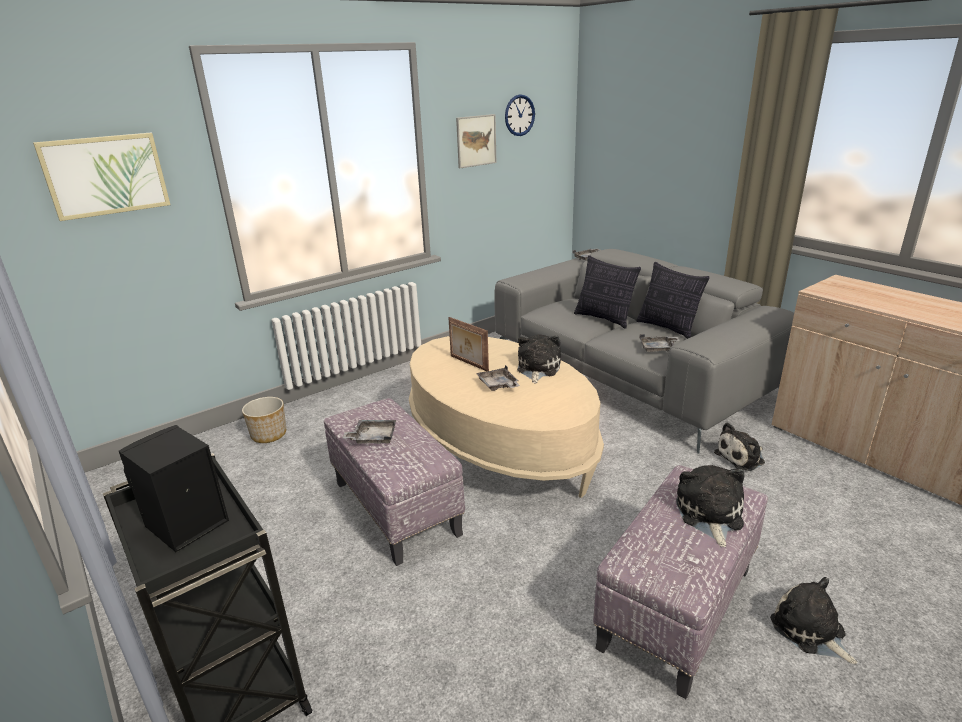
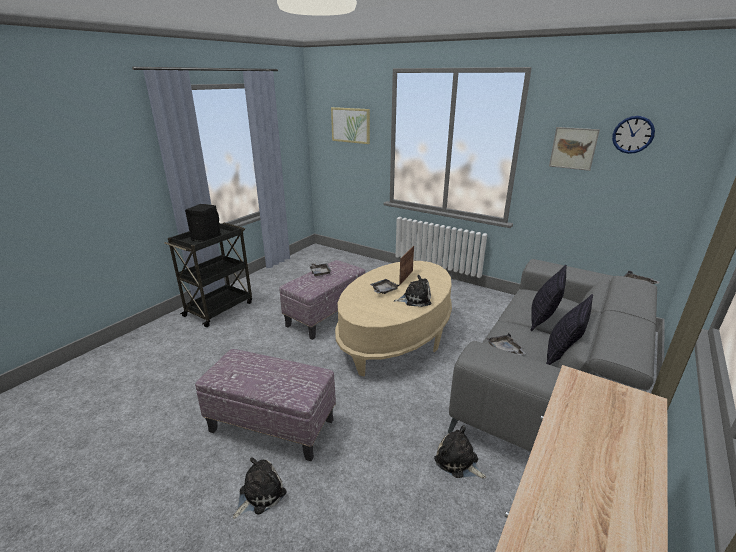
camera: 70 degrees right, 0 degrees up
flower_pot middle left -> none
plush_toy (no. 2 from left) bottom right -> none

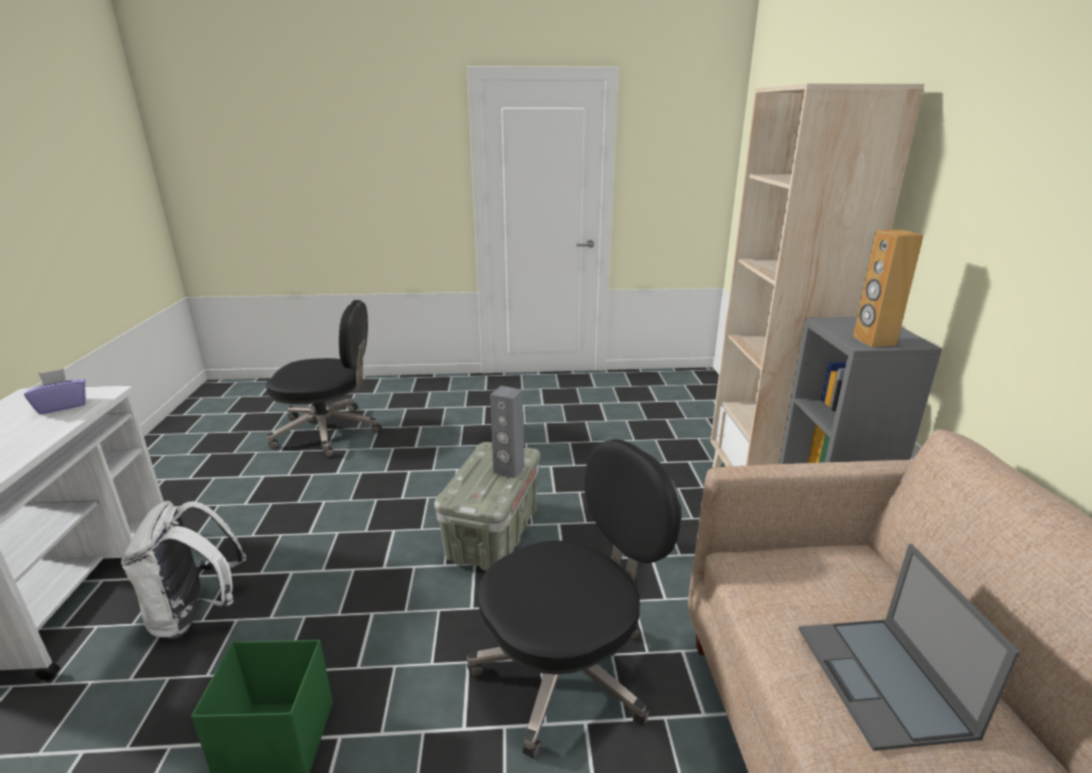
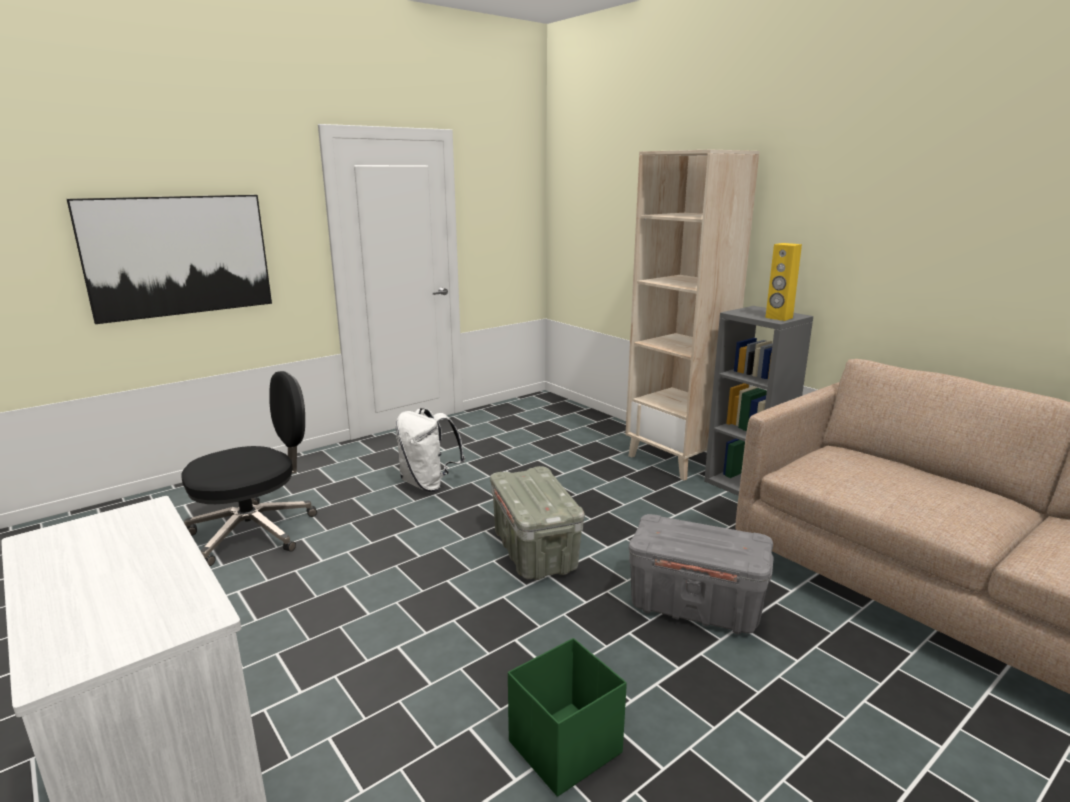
camera: 35 degrees left, 5 degrees down
purple_tissue_holder middle left -> none
grey_loudspeaker centre -> none
portable_computer bottom right -> none
none -> picture top left
white-coloured_backpack bottom left -> white-coloured_backpack centre, relocated
black-coloured_computer_chair (no. 2 from left) bottom centre -> grey_storage_container (no. 2 from left) bottom centre
brown-coloured_loudspeaker middle right -> yellow-coloured_loudspeaker middle right

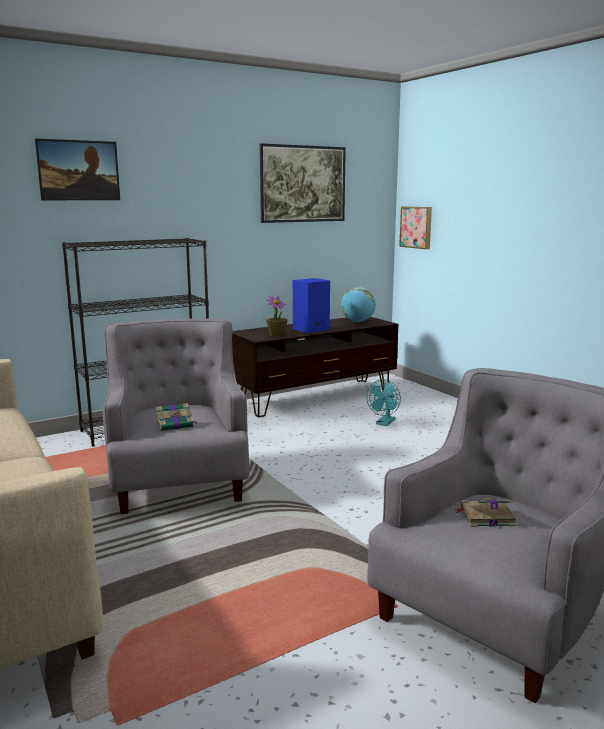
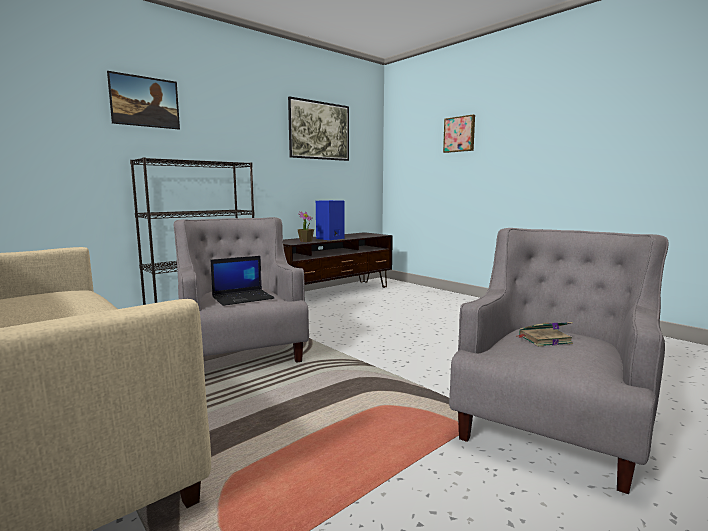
camera: 10 degrees left, 5 degrees down
desk_globe centre -> none
turquoise_fan centre -> none
picture (no. 3 from left) top right -> picture (no. 3 from left) top centre, relocated
volume (no. 1 from left) middle left -> portable_computer centre

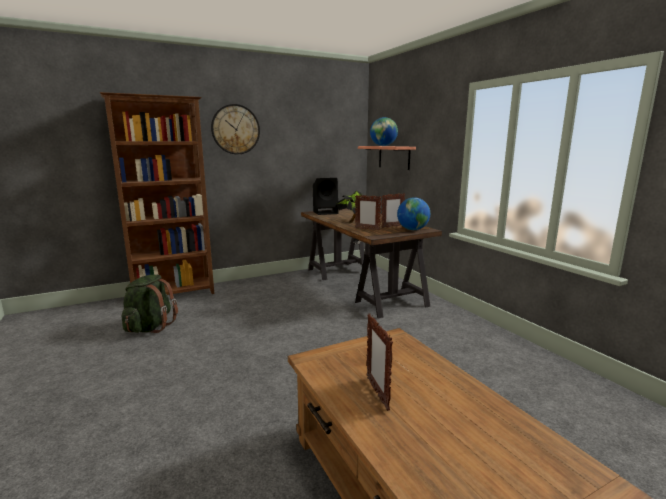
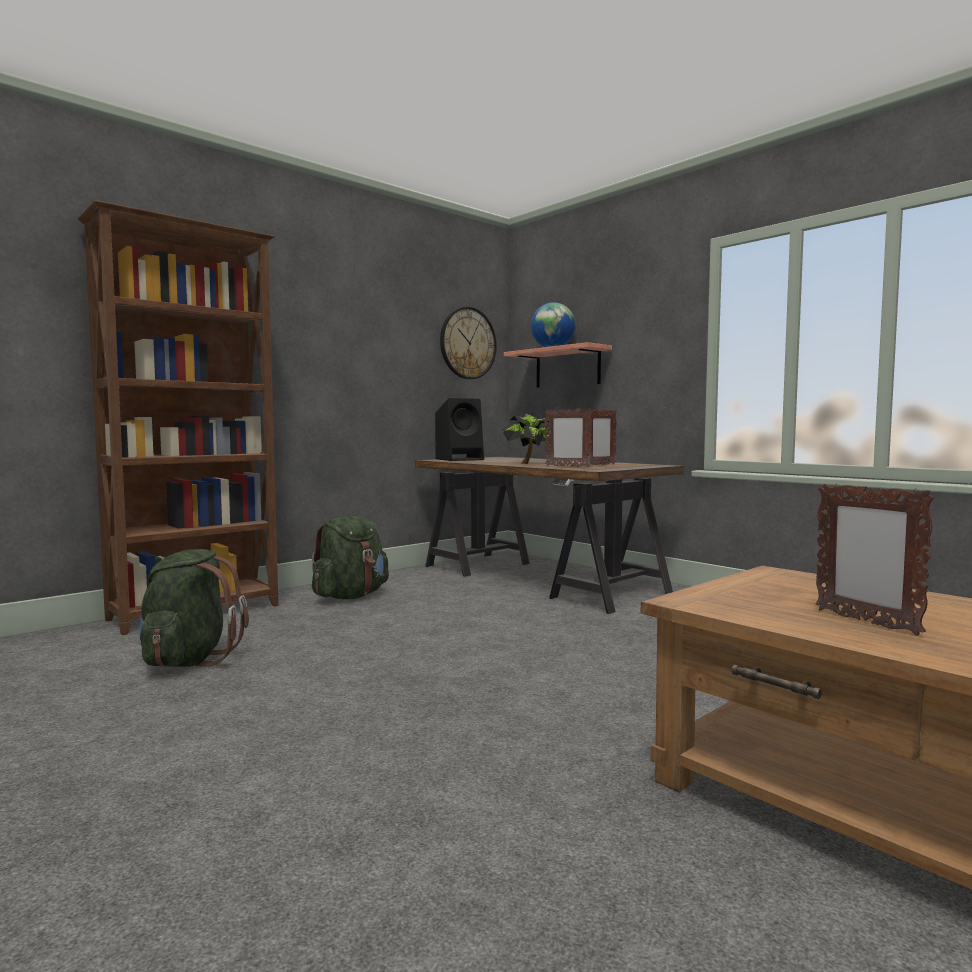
camera: 15 degrees left, 10 degrees down
desk_globe (no. 2 from left) centre -> none
none -> green_backpack (no. 2 from left) centre
wall_clock top centre -> wall_clock centre, relocated

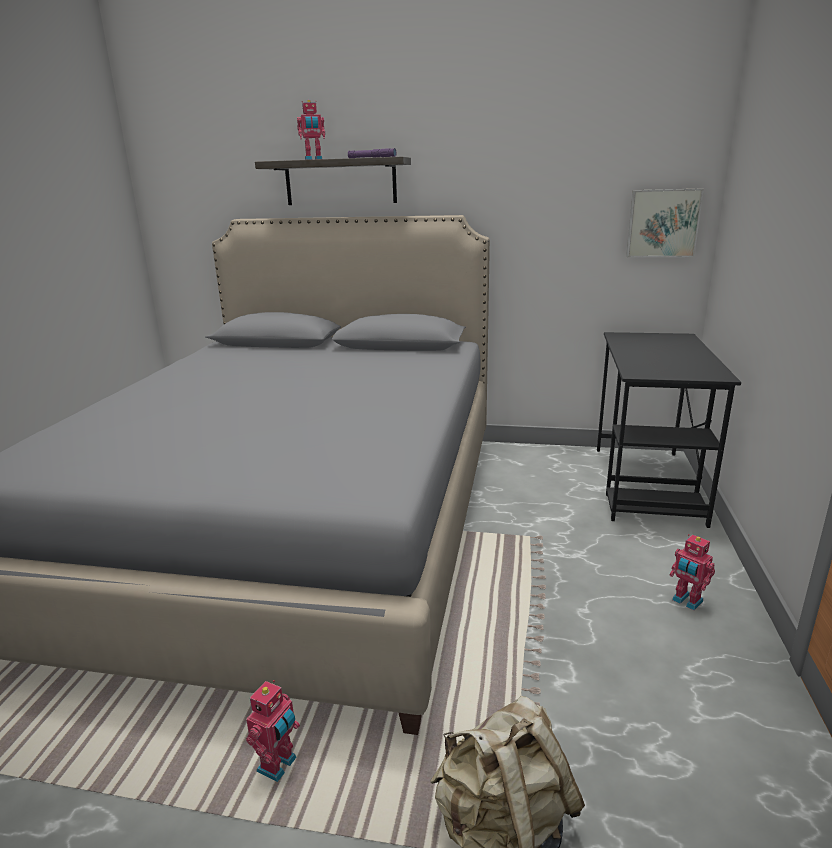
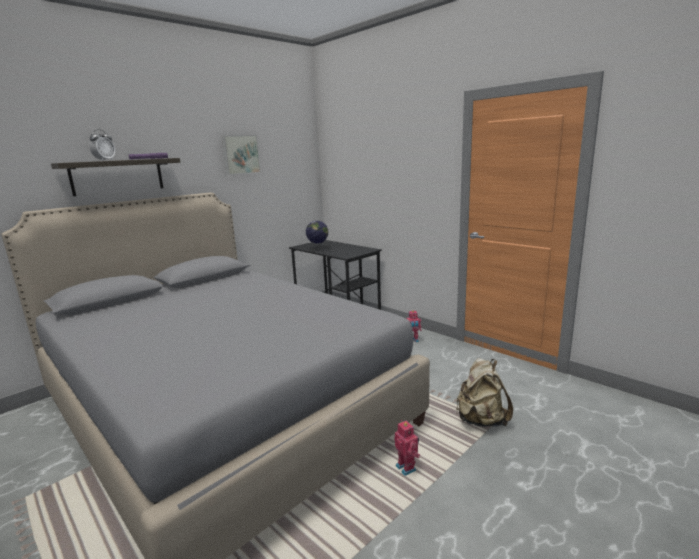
camera: 55 degrees left, 5 degrees down
none -> desk_globe centre
picture top right -> picture top centre, relocated
robot_figure (no. 2 from left) top centre -> table_clock top left

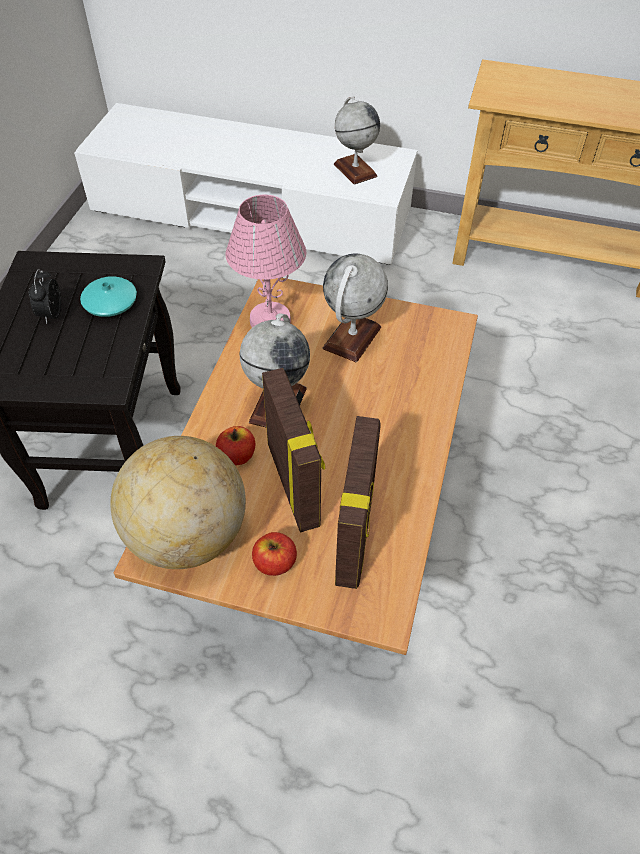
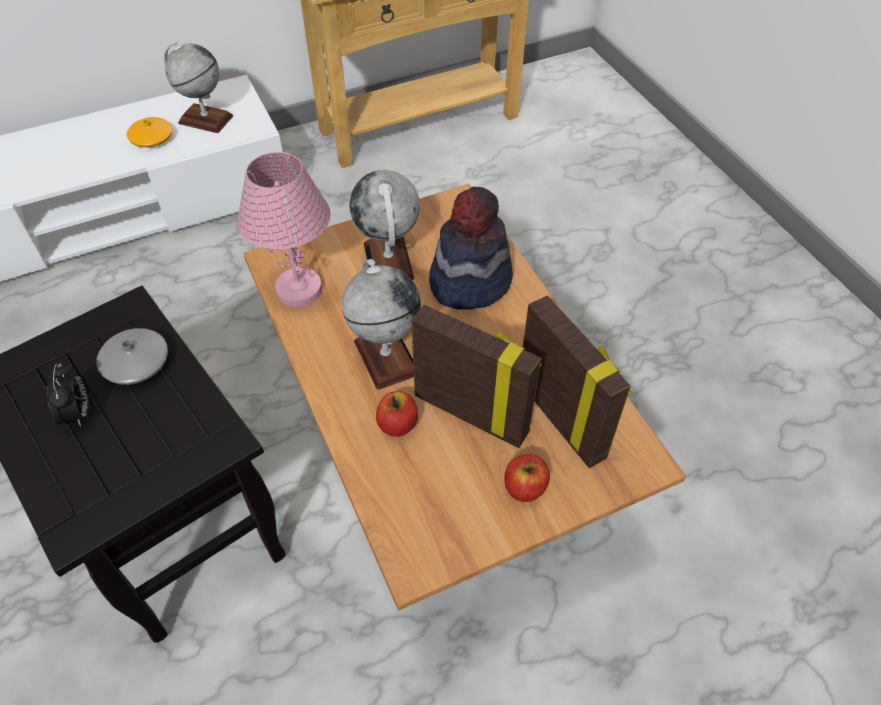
camera: 40 degrees left, 0 degrees up
desk_globe (no. 1 from left) middle left -> none
none -> orange-coloured_flower_vase top left
none -> hat centre
turquoise_flower_vase middle left -> grey_flower_vase middle left
table_clock middle left, 150 degrees counterclockwise

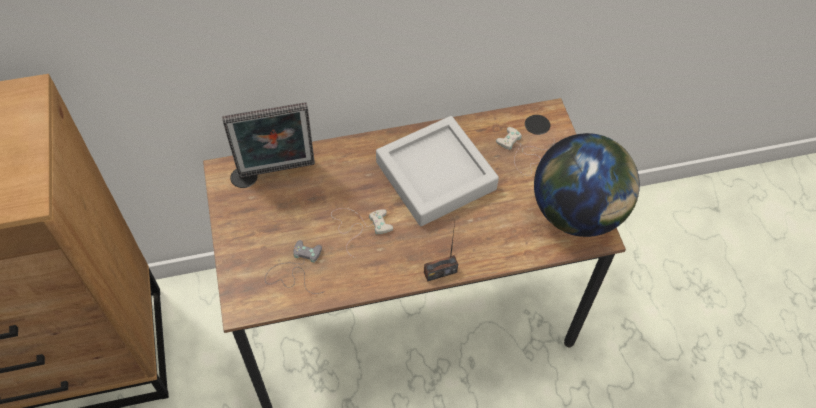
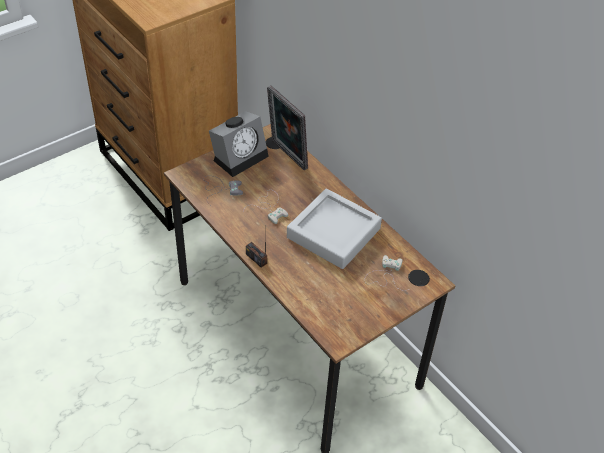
camera: 65 degrees right, 10 degrees down
desk_globe middle right -> none
none -> table_clock top centre

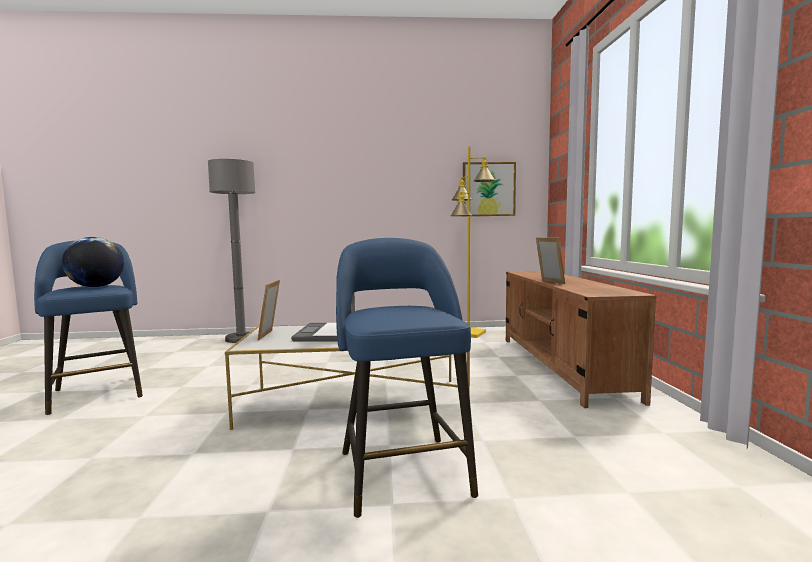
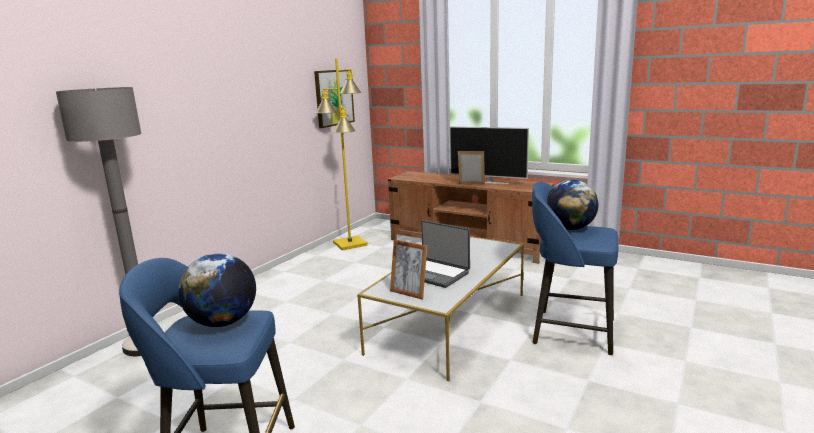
camera: 55 degrees left, 10 degrees up
none -> TV centre
none -> desk_globe (no. 2 from left) middle right

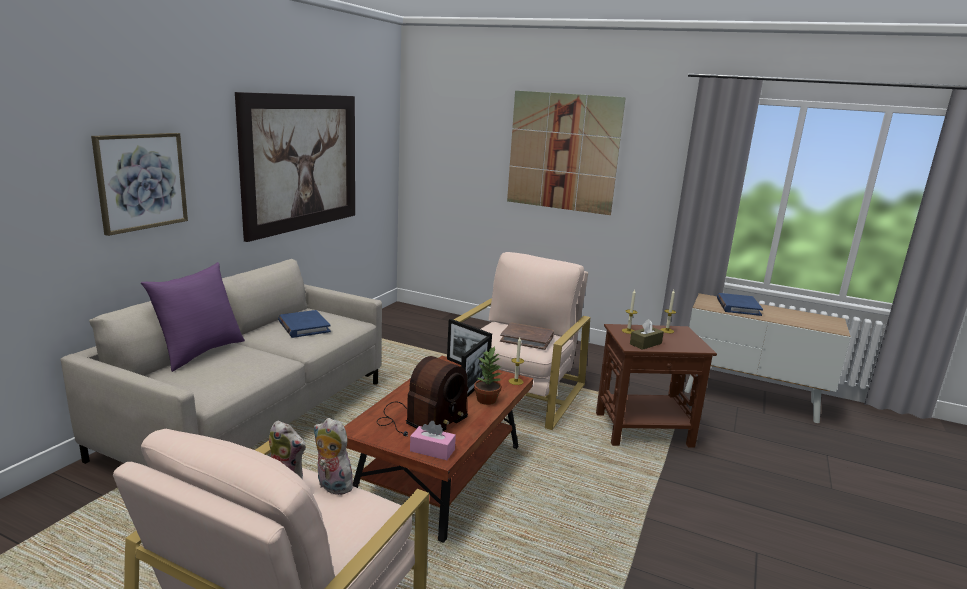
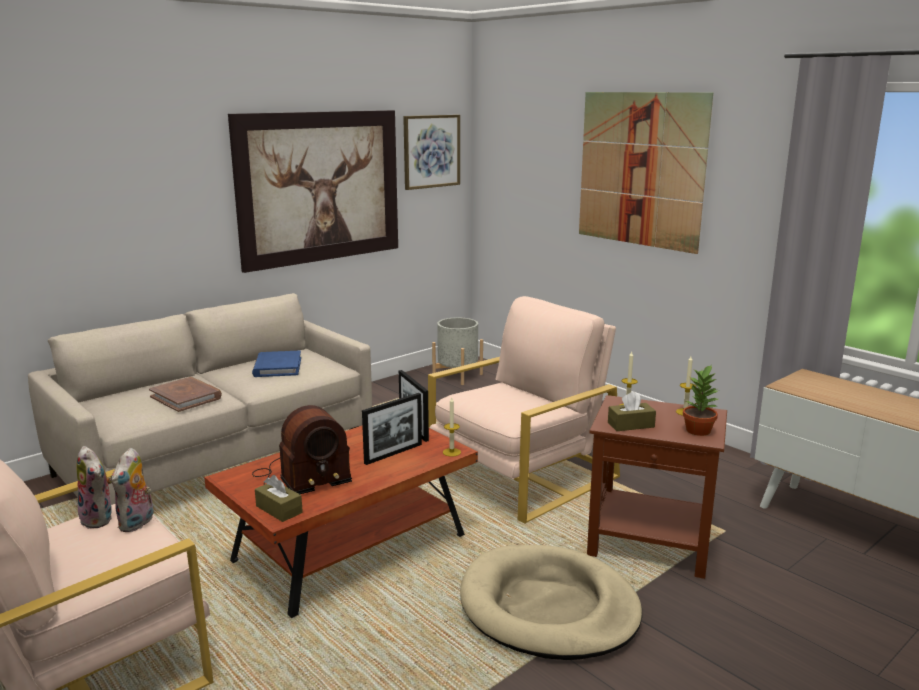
camera: 25 degrees right, 0 degrees up
purple_throw_pillow middle left -> none
bluish_volume (no. 2 from left) middle right -> none
none -> grey_flower_pot centre
none -> beige-coloured_dog_bed bottom centre
picture (no. 1 from left in the first image) top left -> picture (no. 2 from left) top centre, relocated
houseplant centre -> houseplant middle right, relocated
brown-coloured_volume centre -> brown-coloured_volume middle left, relocated
pink-coloured_tissue_holder bottom centre -> brown-coloured_tissue_holder (no. 1 from left) bottom left
plush_toy (no. 2 from left) bottom centre -> plush_toy (no. 2 from left) bottom left, 135 degrees counterclockwise

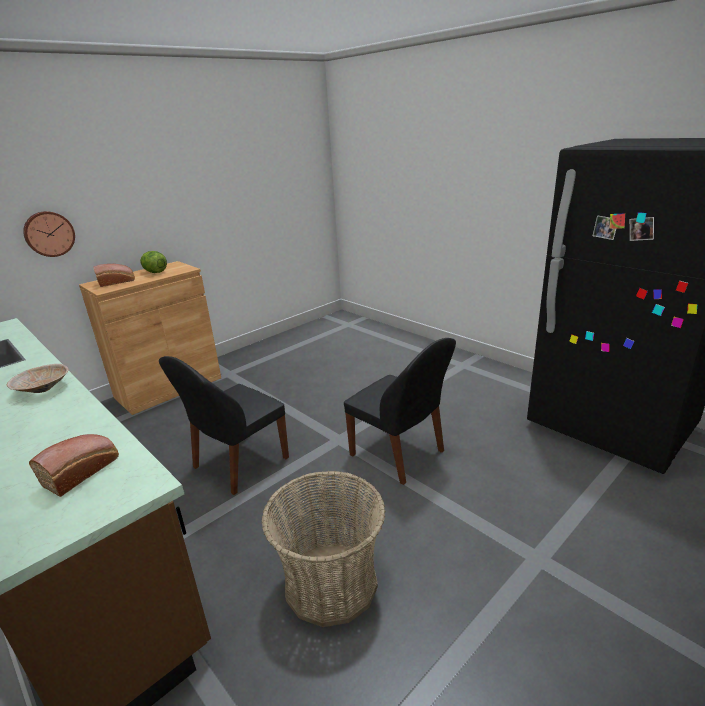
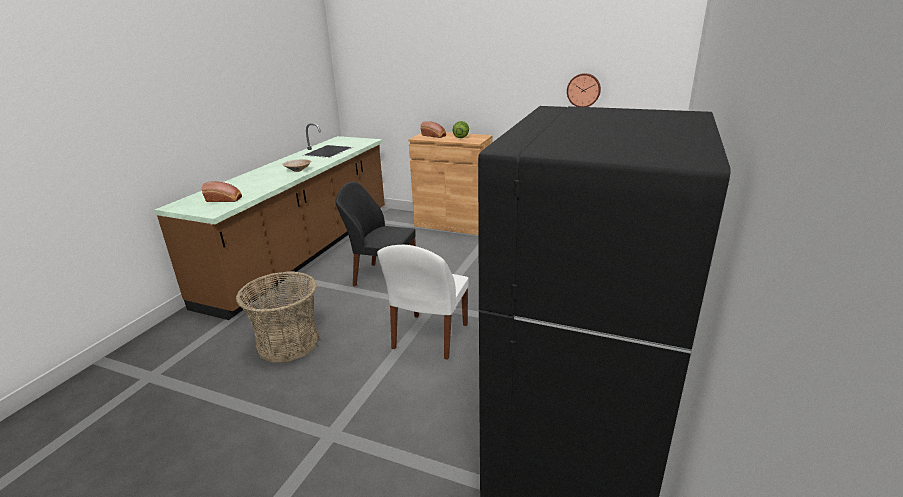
camera: 65 degrees right, 0 degrees up
wall_clock top left -> wall_clock top centre, relocated
black-coloured_upright_chair (no. 2 from left) centre -> white-coloured_upright_chair centre

